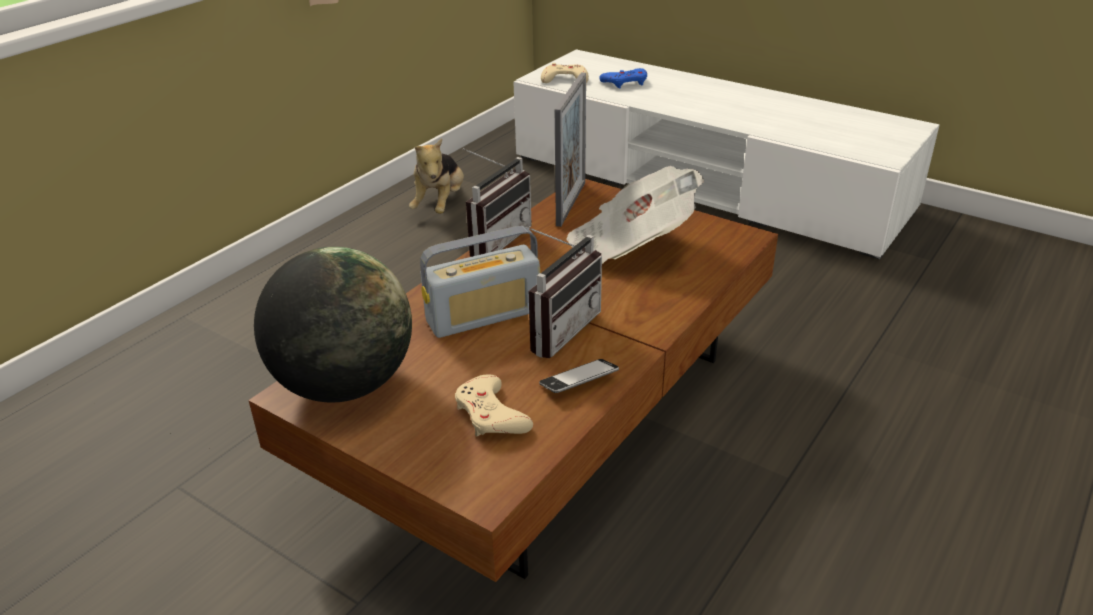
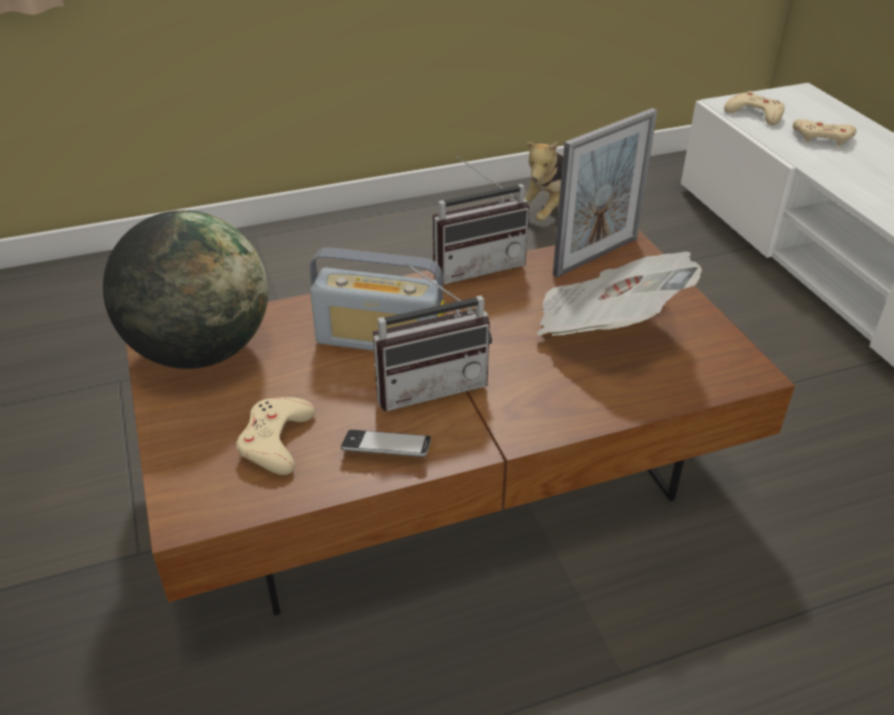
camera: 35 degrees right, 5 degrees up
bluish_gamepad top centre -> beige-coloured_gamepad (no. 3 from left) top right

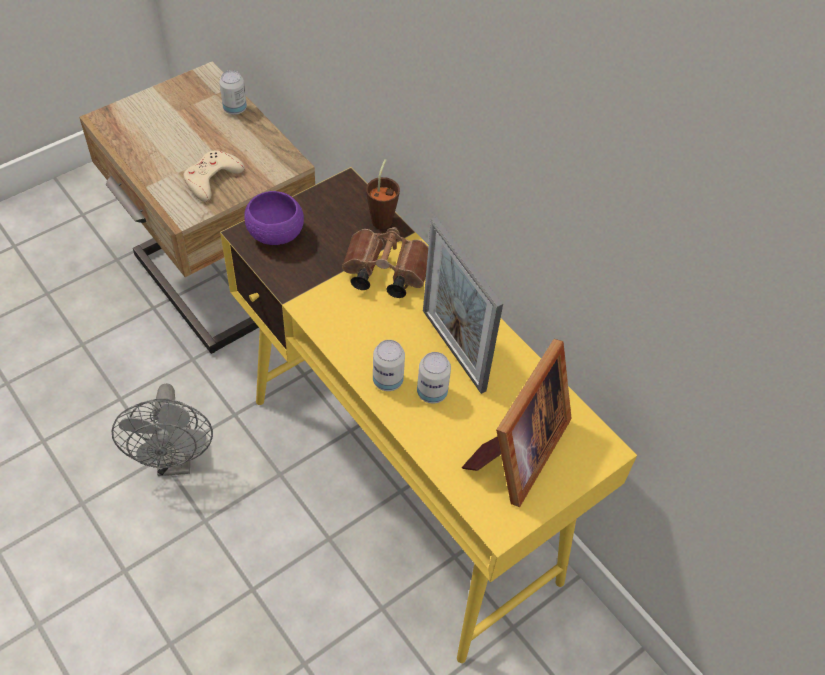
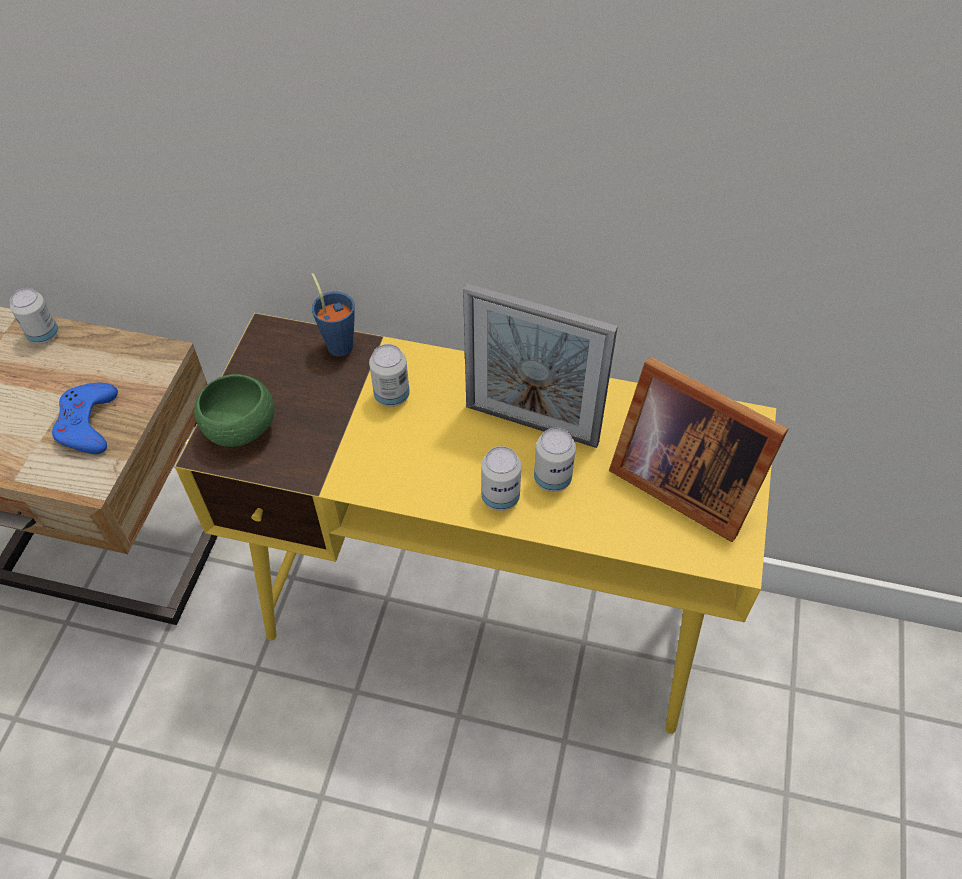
camera: 35 degrees left, 0 degrees up
grey_fan middle left -> none
brown-coloured_pair_of_binoculars centre -> metal_can (no. 2 from left) centre
beige-coloured_gamepad top left -> bluish_gamepad middle left
purple_bowl top left -> green_bowl middle left
brown-coloured_cup top centre -> bluish_cup centre
photo_frame (no. 2 from left) centre -> photo_frame (no. 2 from left) middle right, 135 degrees clockwise

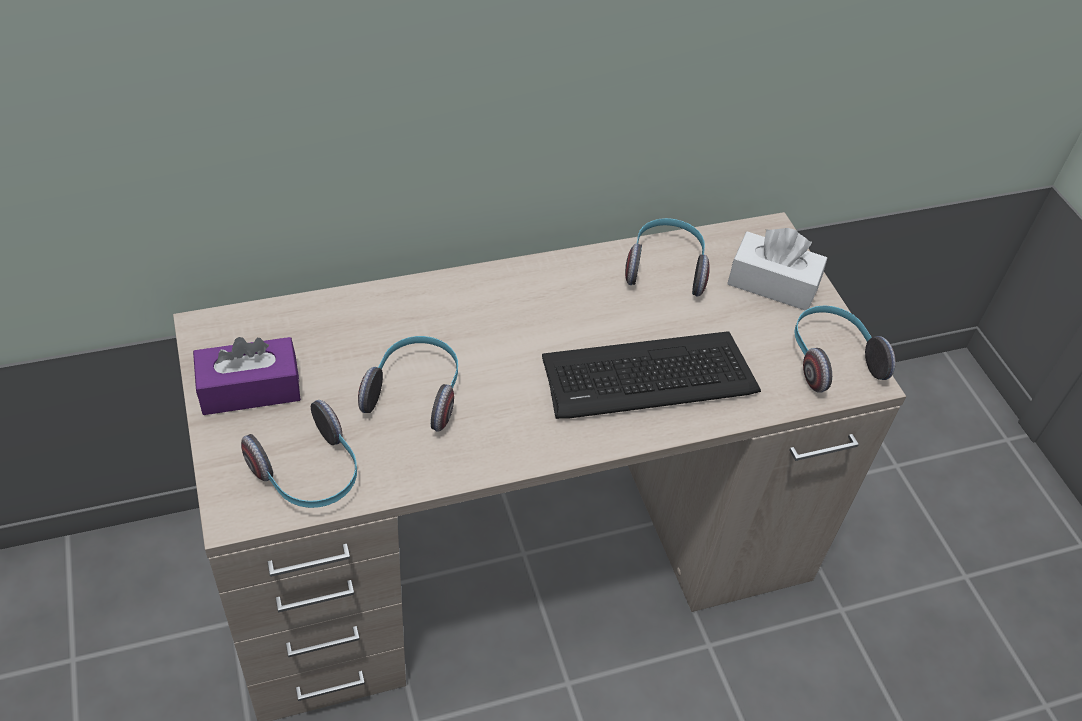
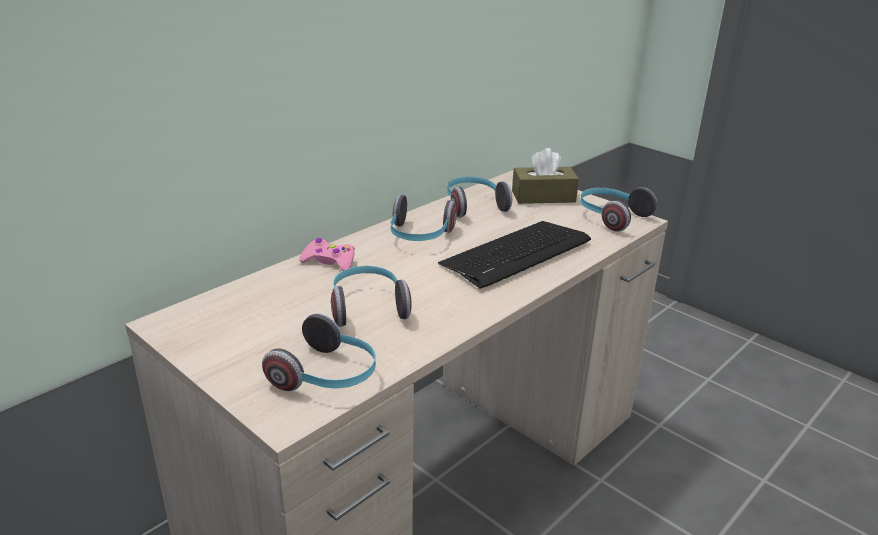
camera: 25 degrees left, 20 degrees down
purple_tissue_holder middle left -> none
none -> pink-coloured_gamepad centre
none -> headphones (no. 3 from left) centre
white-coloured_tissue_holder middle right -> brown-coloured_tissue_holder top centre

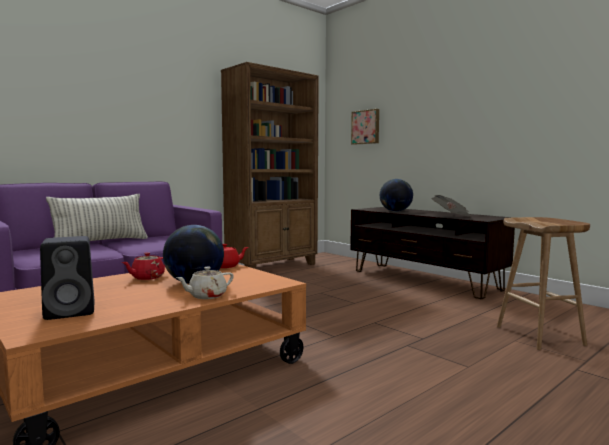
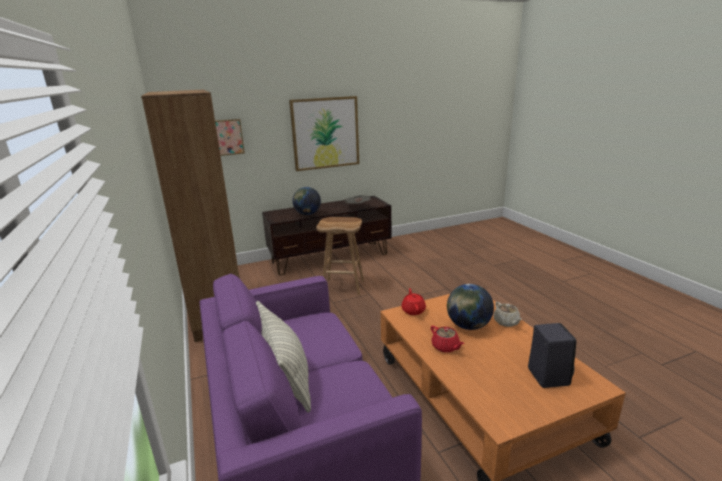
camera: 70 degrees left, 15 degrees up
none -> picture (no. 2 from left) top centre
brown-coloured_stool_seat middle right -> brown-coloured_stool_seat centre, relocated

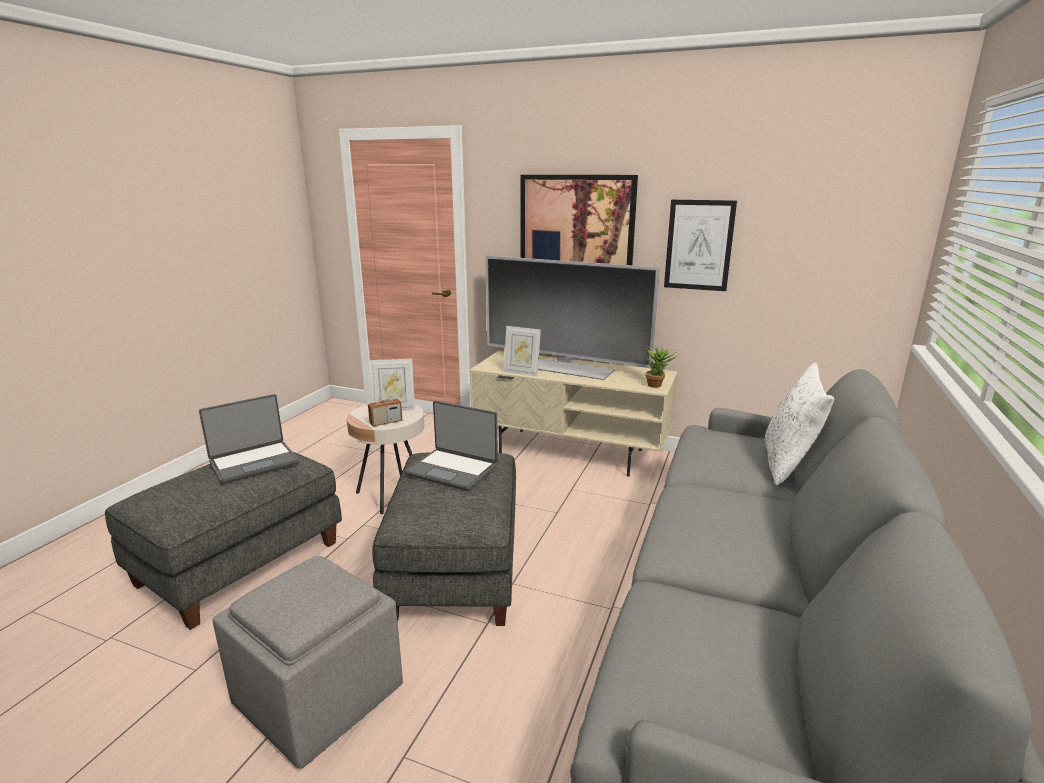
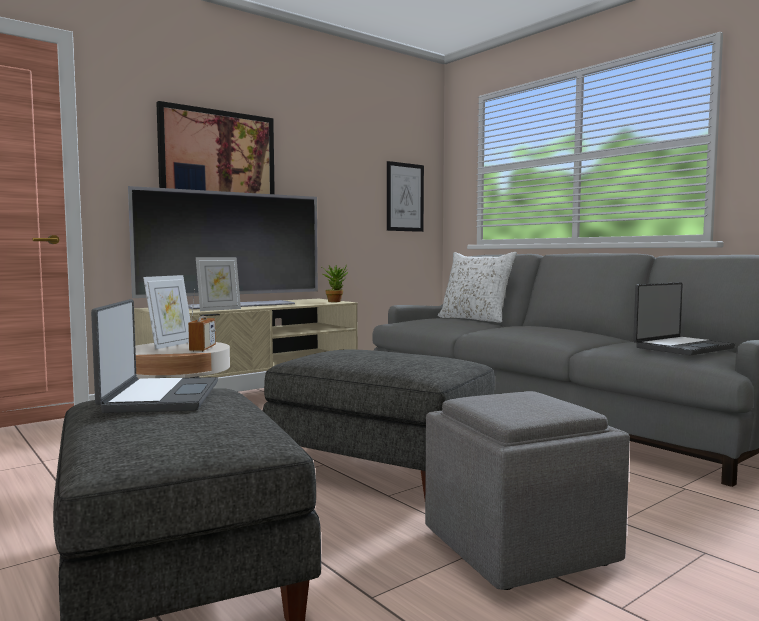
camera: 60 degrees left, 15 degrees down
portable_computer (no. 2 from left) centre -> portable_computer (no. 2 from left) middle right, relocated
picture (no. 2 from left) top right -> picture (no. 2 from left) top centre, relocated

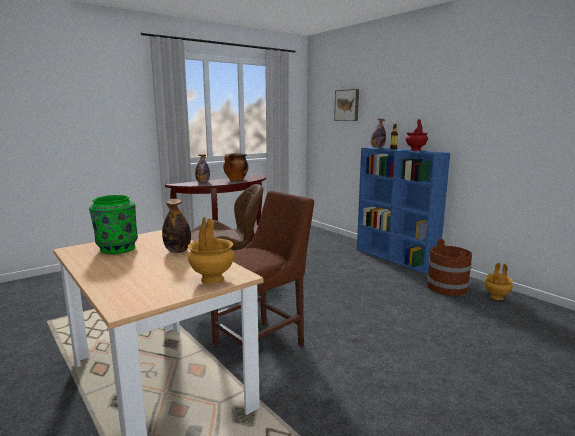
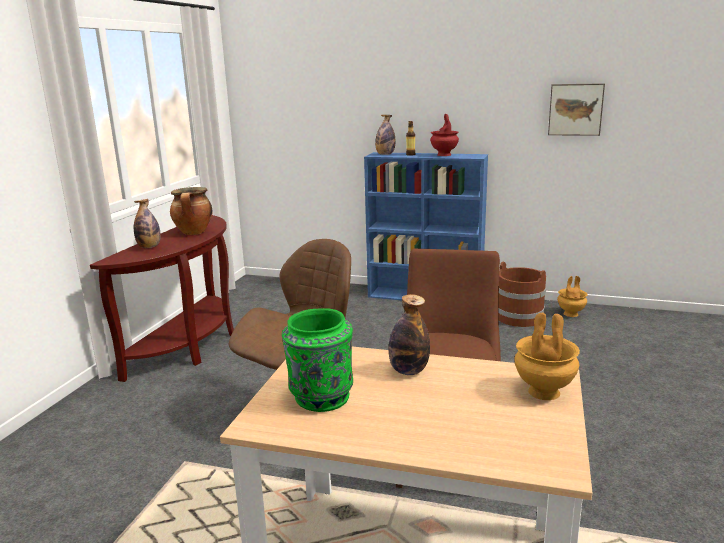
camera: 35 degrees left, 5 degrees up
picture top centre -> picture top right, relocated

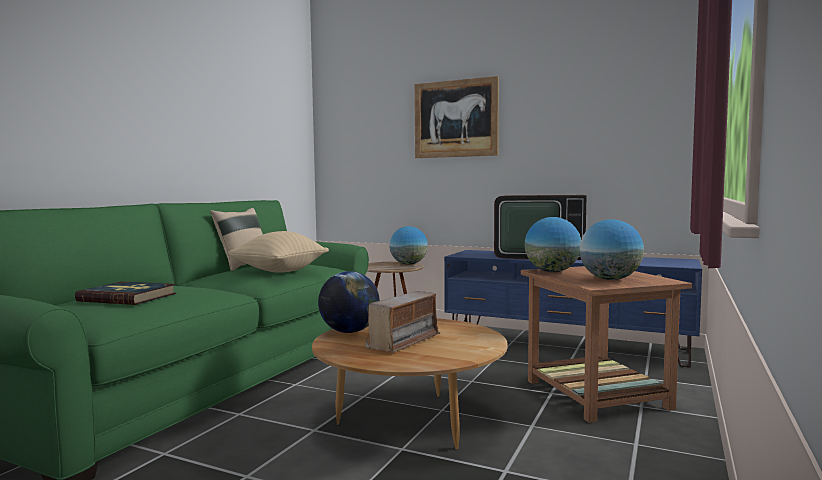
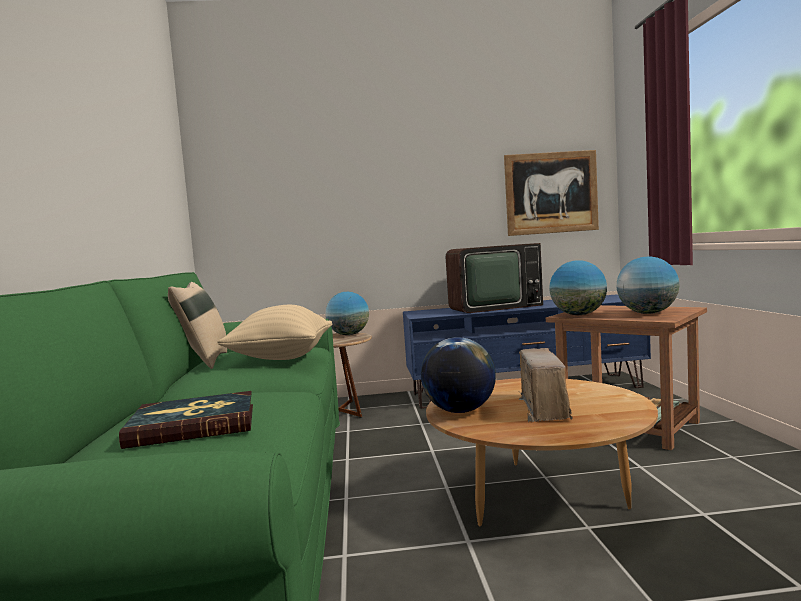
camera: 30 degrees left, 0 degrees up
picture top centre -> picture top right, relocated

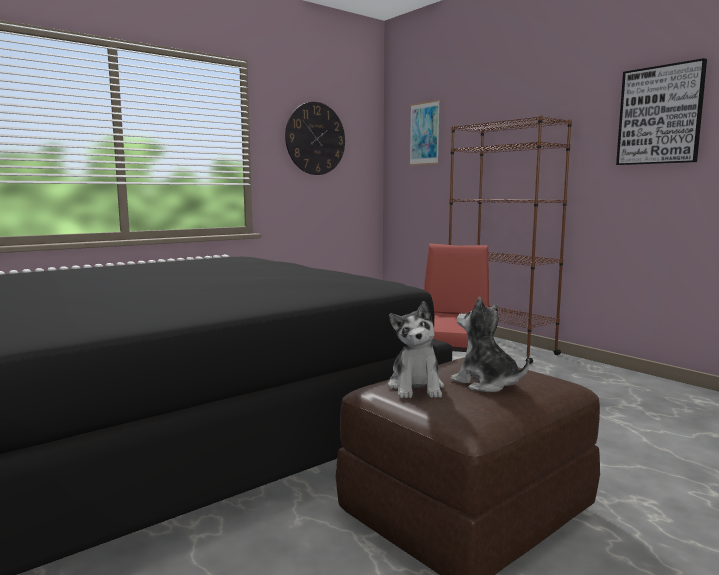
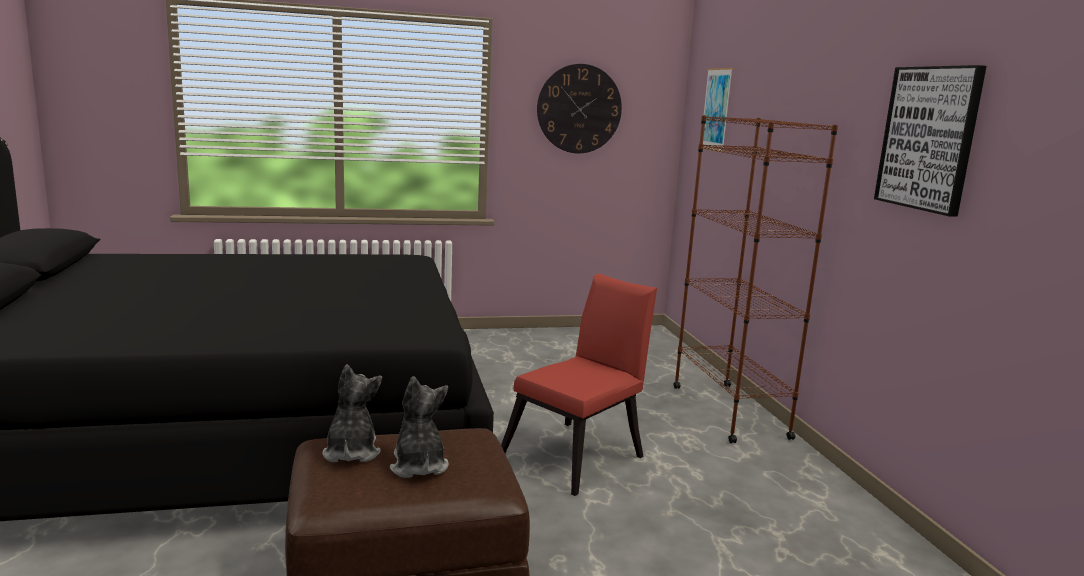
camera: 25 degrees right, 5 degrees up
plush_toy (no. 1 from left) centre -> plush_toy (no. 1 from left) bottom left, 150 degrees clockwise

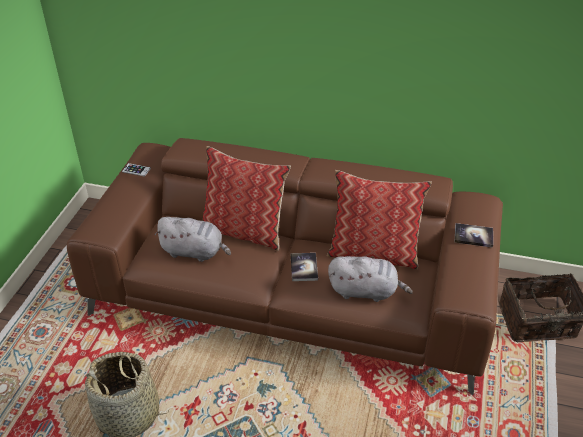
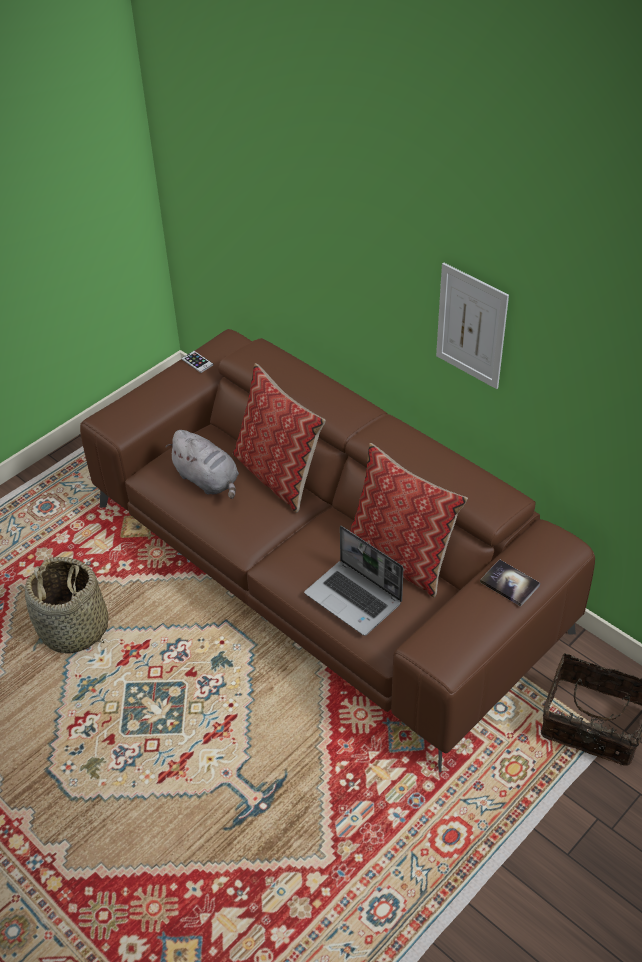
camera: 30 degrees right, 5 degrees up
volume (no. 1 from left) centre -> none
none -> picture middle right
grey_plush_toy (no. 2 from left) centre -> portable_computer centre

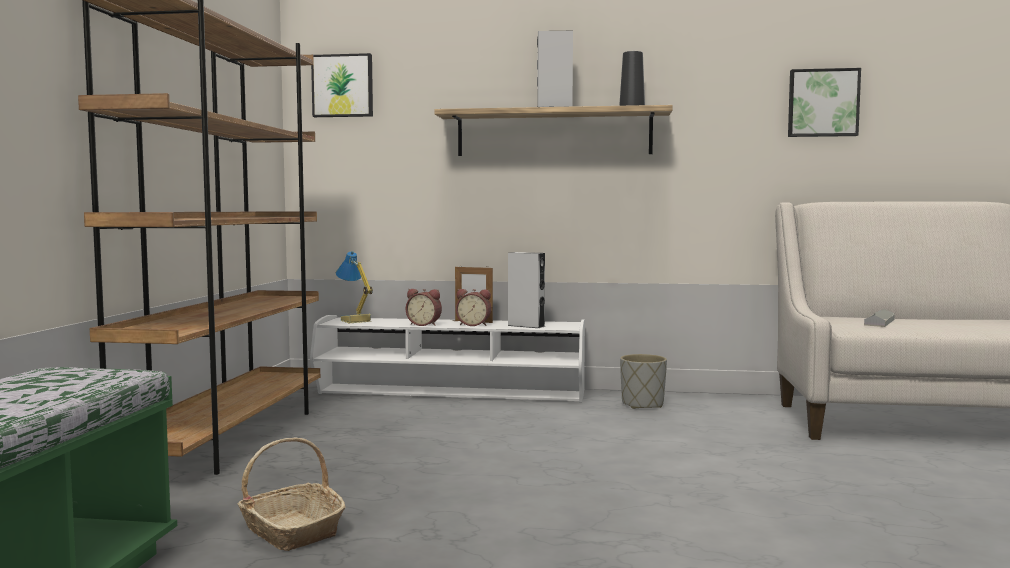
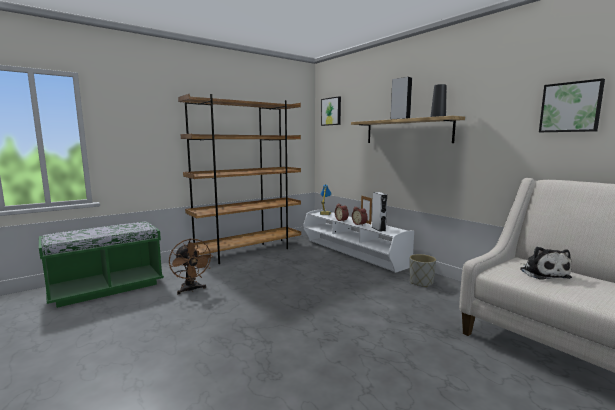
camera: 45 degrees right, 5 degrees up
household_basket bottom left -> brown-coloured_fan middle left
grey_carrying_tray middle right -> plush_toy middle right

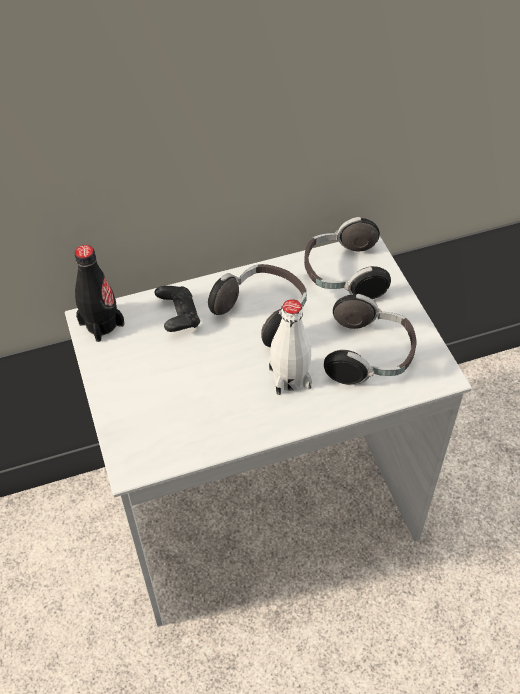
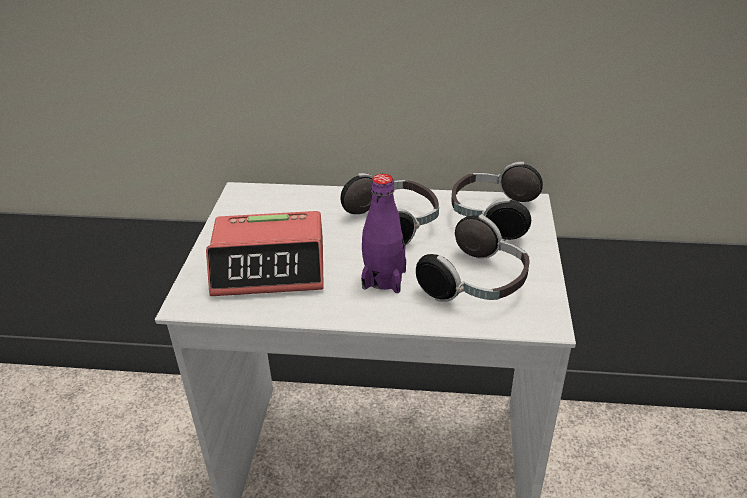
camera: 25 degrees right, 15 degrees down
black-coloured_bottle middle left -> none
black-coloured_gamepad centre -> none
none -> table_clock centre
white-coloured_bottle centre -> purple_bottle centre

